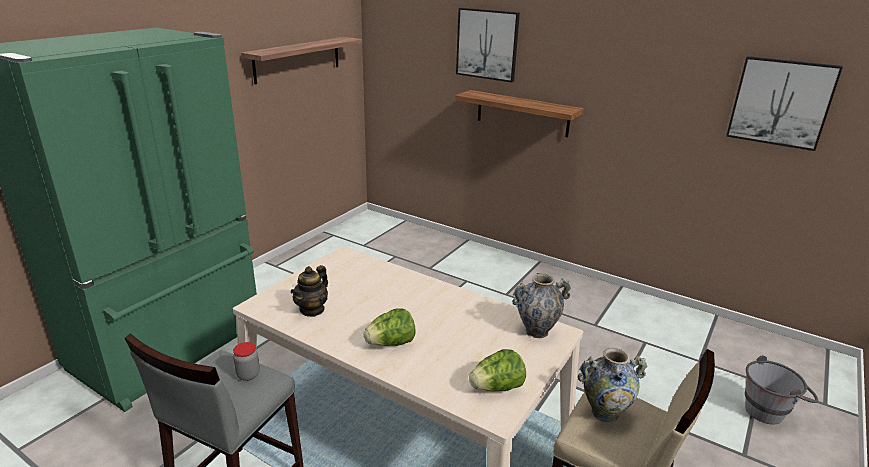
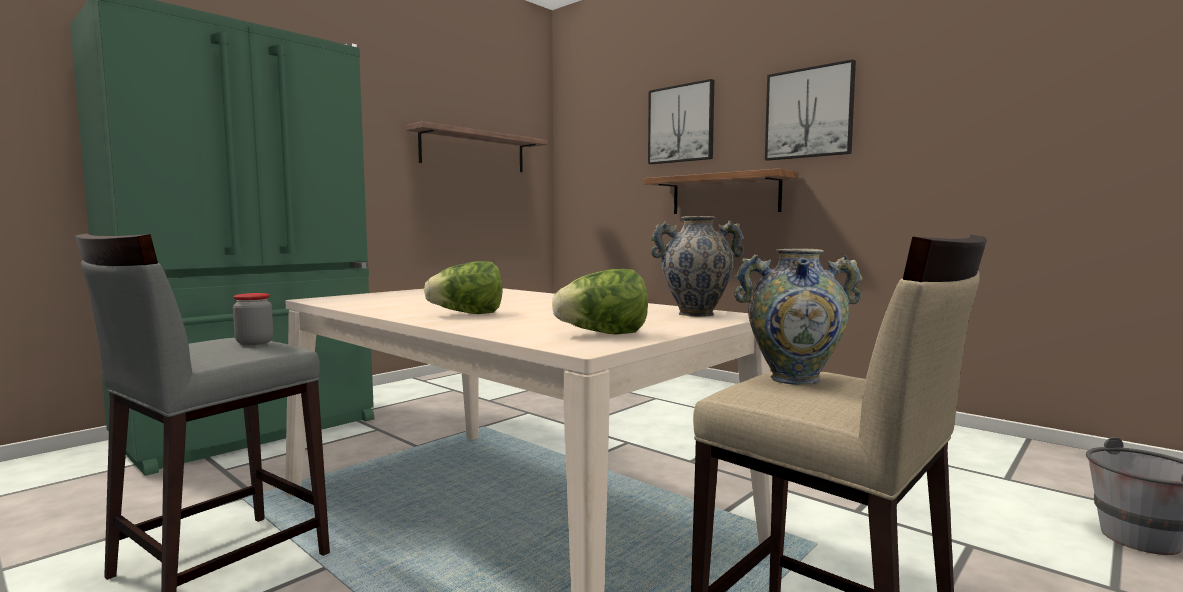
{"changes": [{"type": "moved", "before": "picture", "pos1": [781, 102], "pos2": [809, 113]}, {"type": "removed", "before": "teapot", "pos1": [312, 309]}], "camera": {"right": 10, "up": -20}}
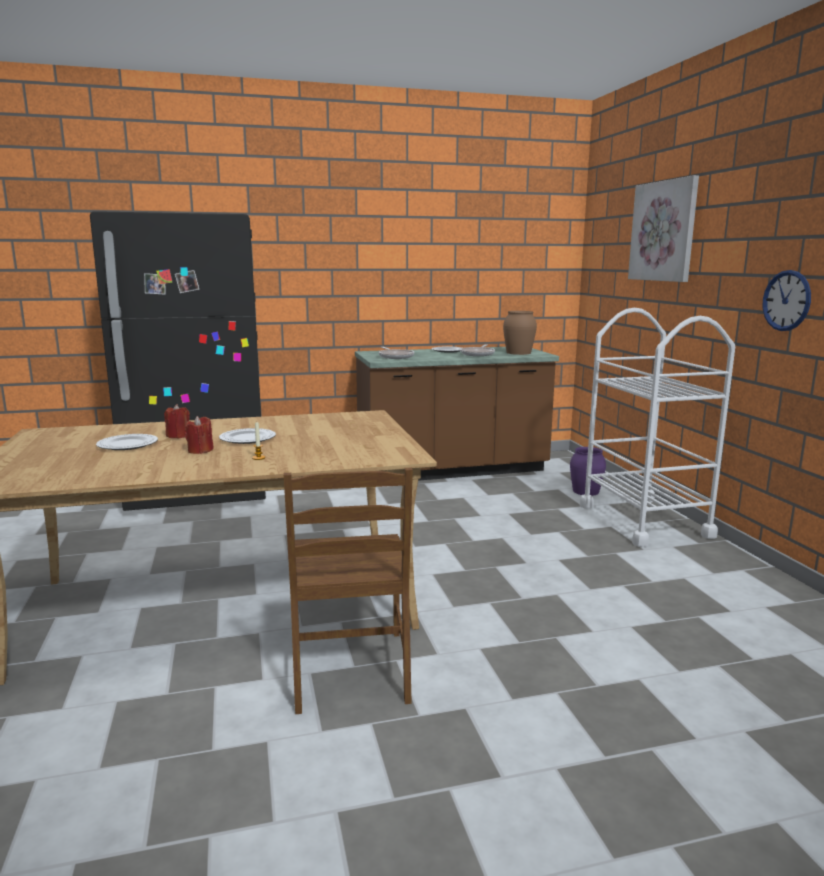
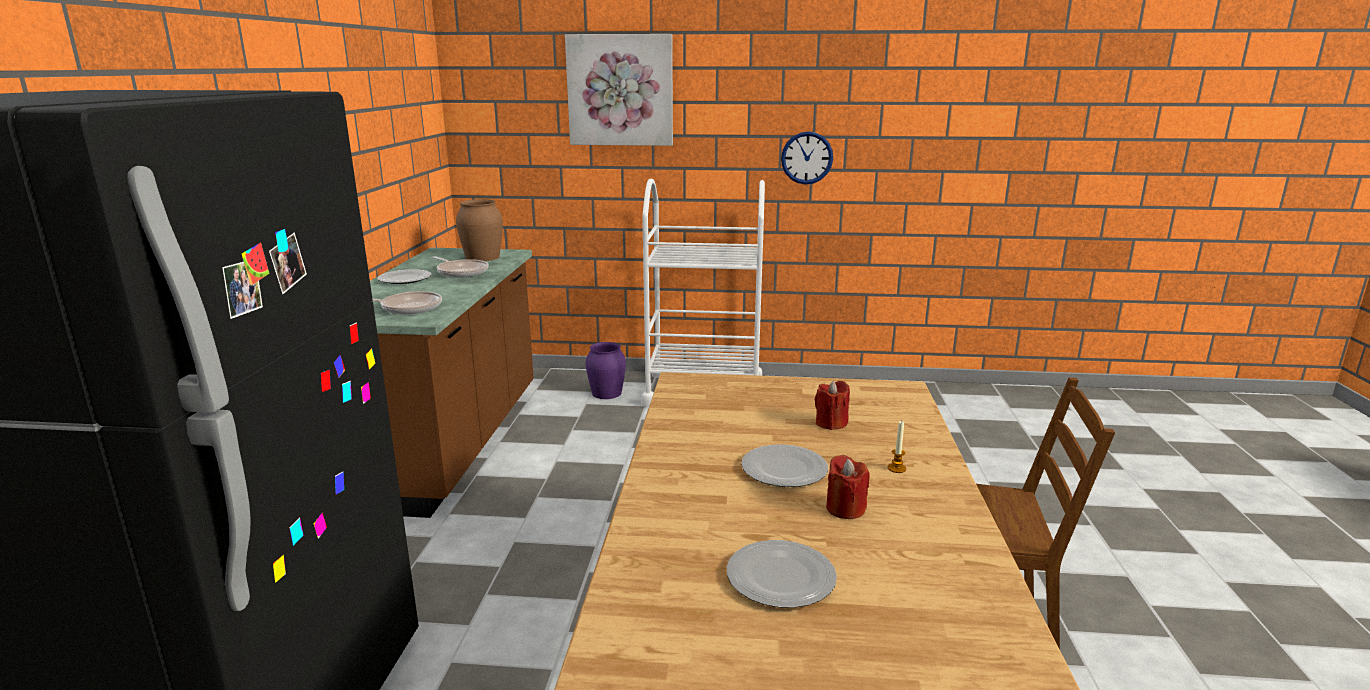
{"changes": [{"type": "moved", "before": "red candle", "pos1": [178, 436], "pos2": [831, 423]}], "camera": {"right": -70, "up": 5}}
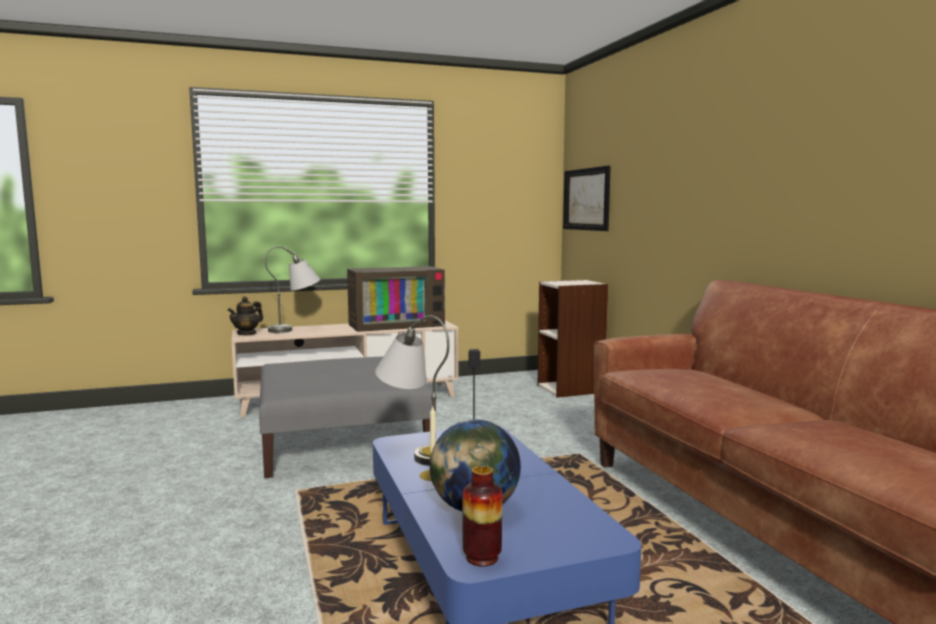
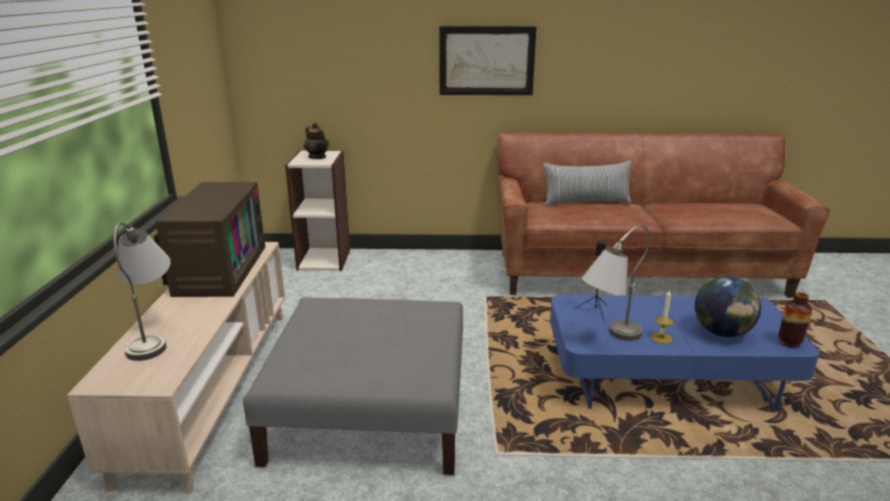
{"changes": [{"type": "moved", "before": "teapot", "pos1": [247, 333], "pos2": [317, 157]}, {"type": "moved", "before": "picture", "pos1": [586, 199], "pos2": [486, 61]}, {"type": "added", "after": "pillow", "pos2": [586, 202]}], "camera": {"right": -70, "up": 15}}
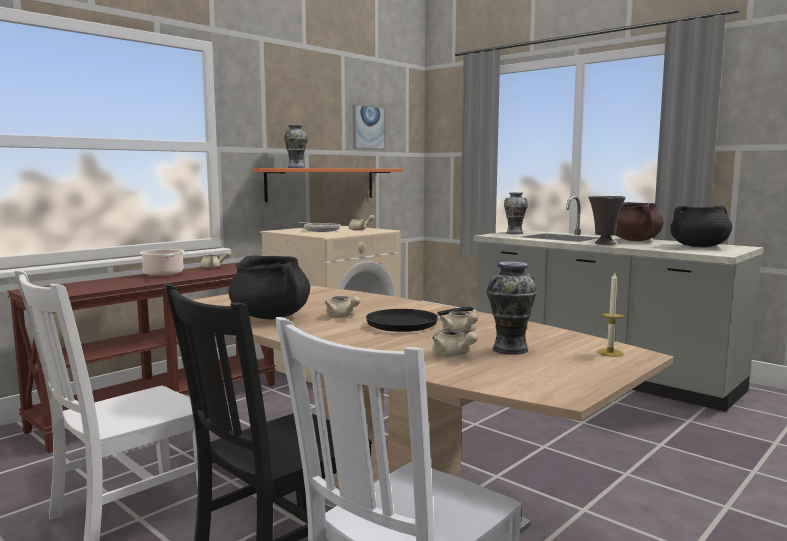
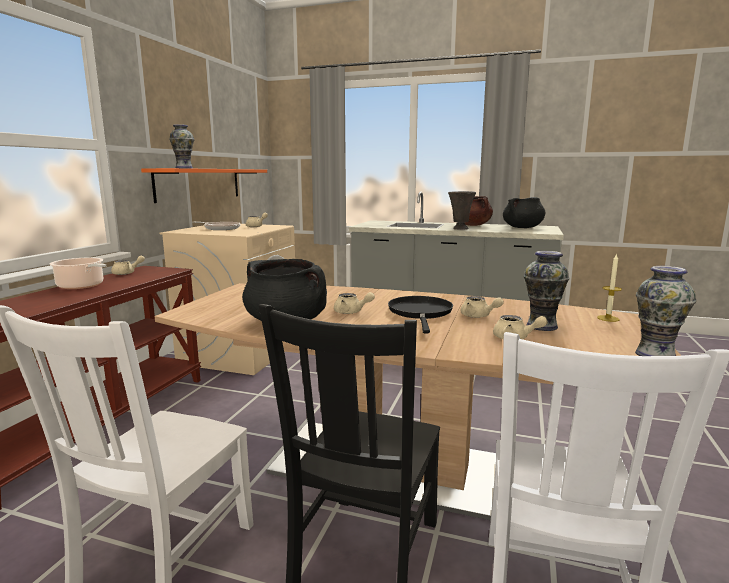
{"changes": [{"type": "turned", "before": "black frying pan", "pos1": [407, 324], "pos2": [420, 313], "turn": 150}, {"type": "moved", "before": "vase", "pos1": [514, 233], "pos2": [655, 354]}, {"type": "removed", "before": "picture", "pos1": [368, 127]}], "camera": {"right": -25, "up": 5}}
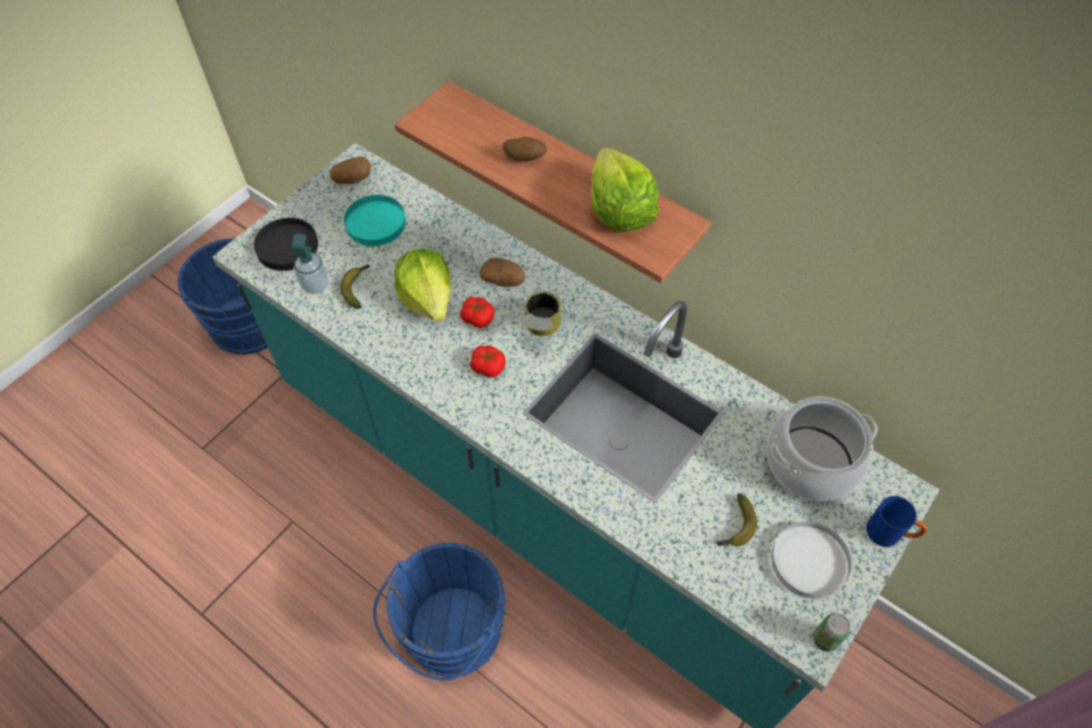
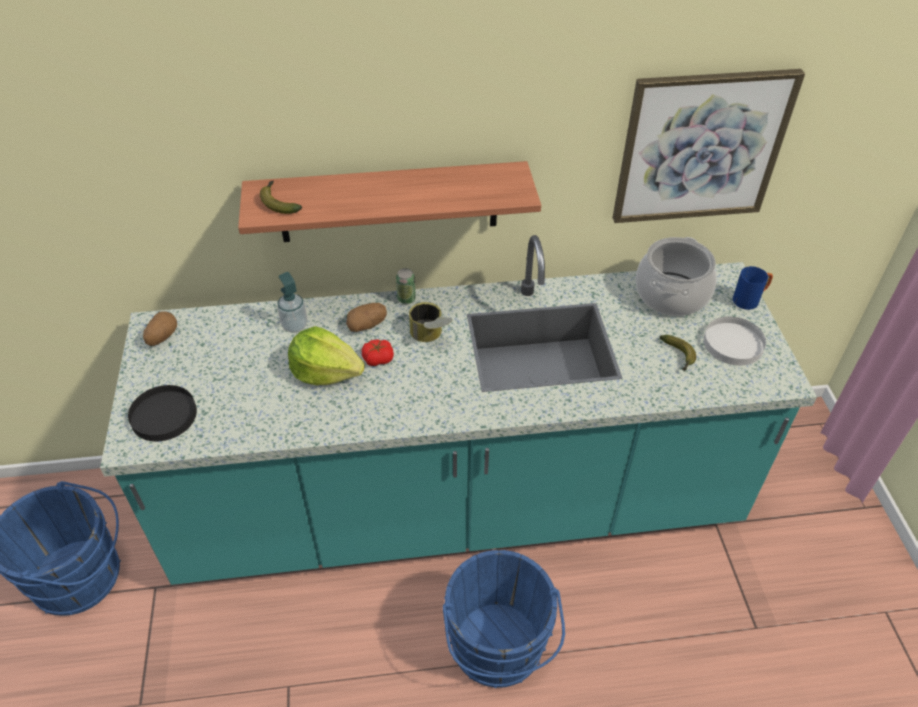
{"changes": [{"type": "moved", "before": "banana", "pos1": [357, 288], "pos2": [278, 202]}, {"type": "moved", "before": "soap dispenser", "pos1": [315, 285], "pos2": [294, 325]}, {"type": "moved", "before": "can", "pos1": [825, 639], "pos2": [406, 299]}, {"type": "added", "after": "picture", "pos2": [701, 147]}, {"type": "removed", "before": "turquoise plate", "pos1": [376, 223]}, {"type": "removed", "before": "tomato", "pos1": [488, 366]}, {"type": "removed", "before": "potato", "pos1": [525, 158]}, {"type": "removed", "before": "lettuce", "pos1": [619, 210]}], "camera": {"right": -45, "up": -10}}
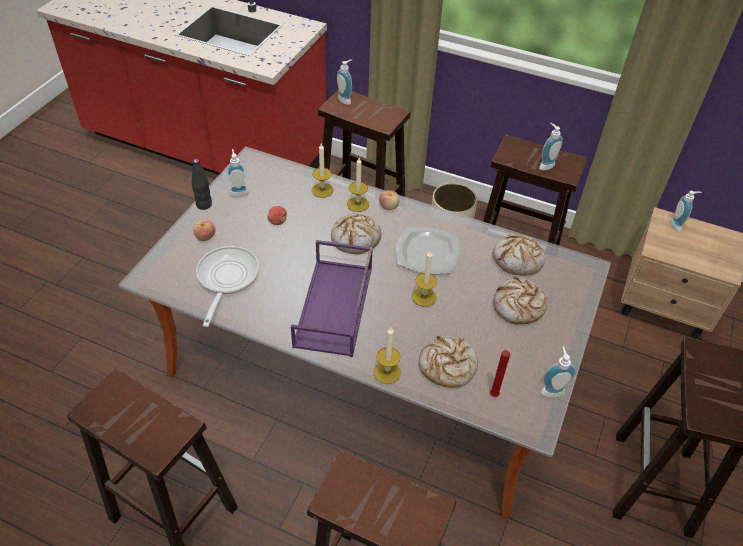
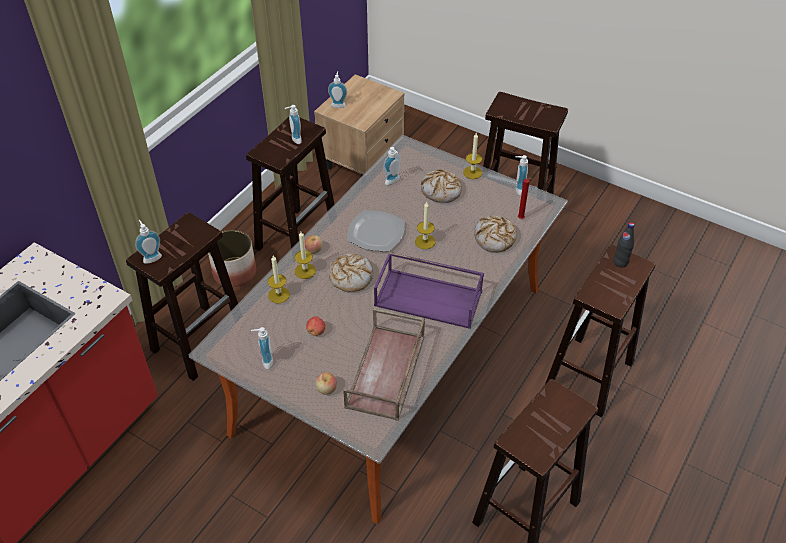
{"changes": [{"type": "replaced", "before": "frying pan", "after": "brown tray", "pos1": [226, 279], "pos2": [386, 372]}, {"type": "replaced", "before": "bread", "after": "soap dispenser", "pos1": [518, 260], "pos2": [393, 182]}, {"type": "moved", "before": "candle", "pos1": [387, 372], "pos2": [472, 172]}, {"type": "moved", "before": "black bottle", "pos1": [204, 205], "pos2": [620, 262]}], "camera": {"right": -80, "up": 0}}
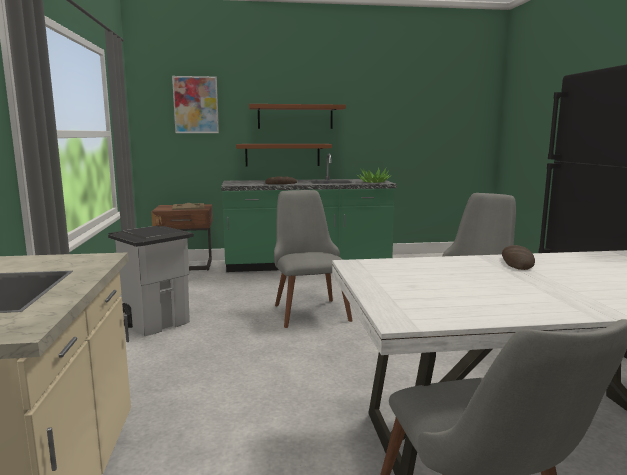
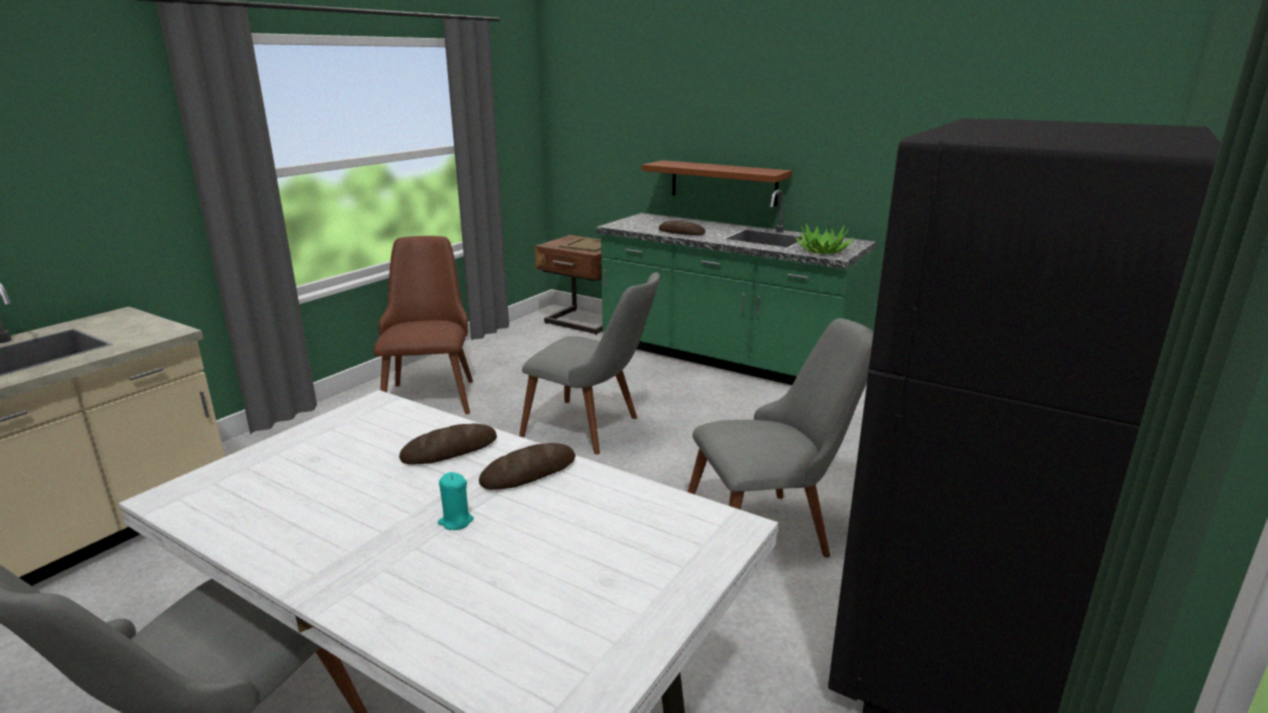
{"changes": [{"type": "replaced", "before": "grey trash can", "after": "brown chair", "pos1": [156, 323], "pos2": [431, 392]}, {"type": "added", "after": "bread", "pos2": [449, 450]}, {"type": "added", "after": "turquoise candle", "pos2": [456, 521]}, {"type": "turned", "before": "grey chair", "pos1": [308, 309], "pos2": [594, 429], "turn": 90}, {"type": "removed", "before": "picture", "pos1": [196, 105]}, {"type": "removed", "before": "brown shelf", "pos1": [295, 117]}], "camera": {"right": 40, "up": 10}}
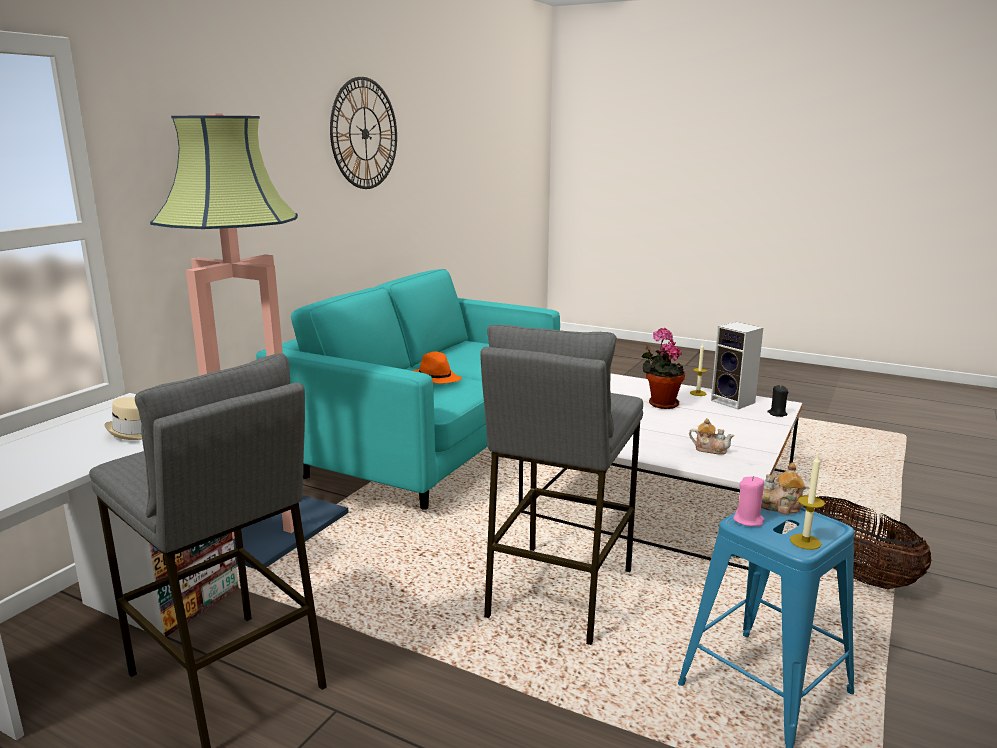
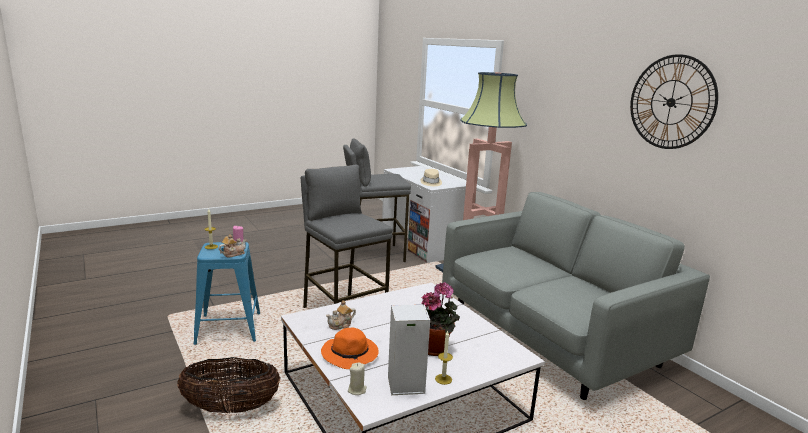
{"changes": [{"type": "moved", "before": "orange hat", "pos1": [434, 379], "pos2": [351, 354]}, {"type": "recoloured", "before": "black candle", "after": "beige candle", "pos1": [777, 413], "pos2": [357, 390]}, {"type": "recoloured", "before": "turquoise sofa", "after": "grey sofa", "pos1": [429, 449], "pos2": [550, 336]}], "camera": {"right": 120, "up": 0}}
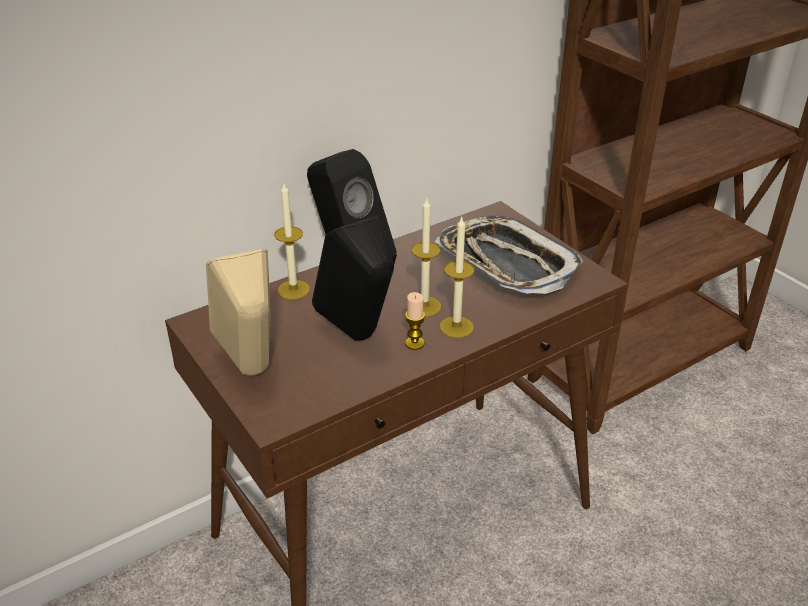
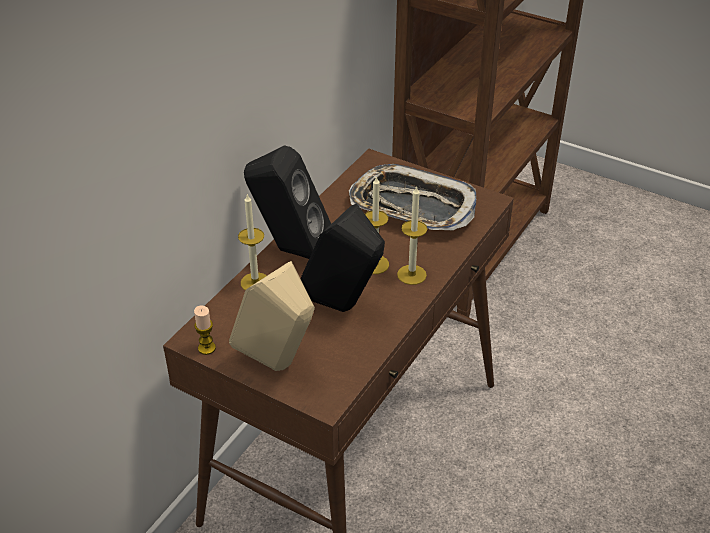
{"changes": [{"type": "moved", "before": "candle", "pos1": [414, 343], "pos2": [206, 348]}], "camera": {"right": -25, "up": 5}}
